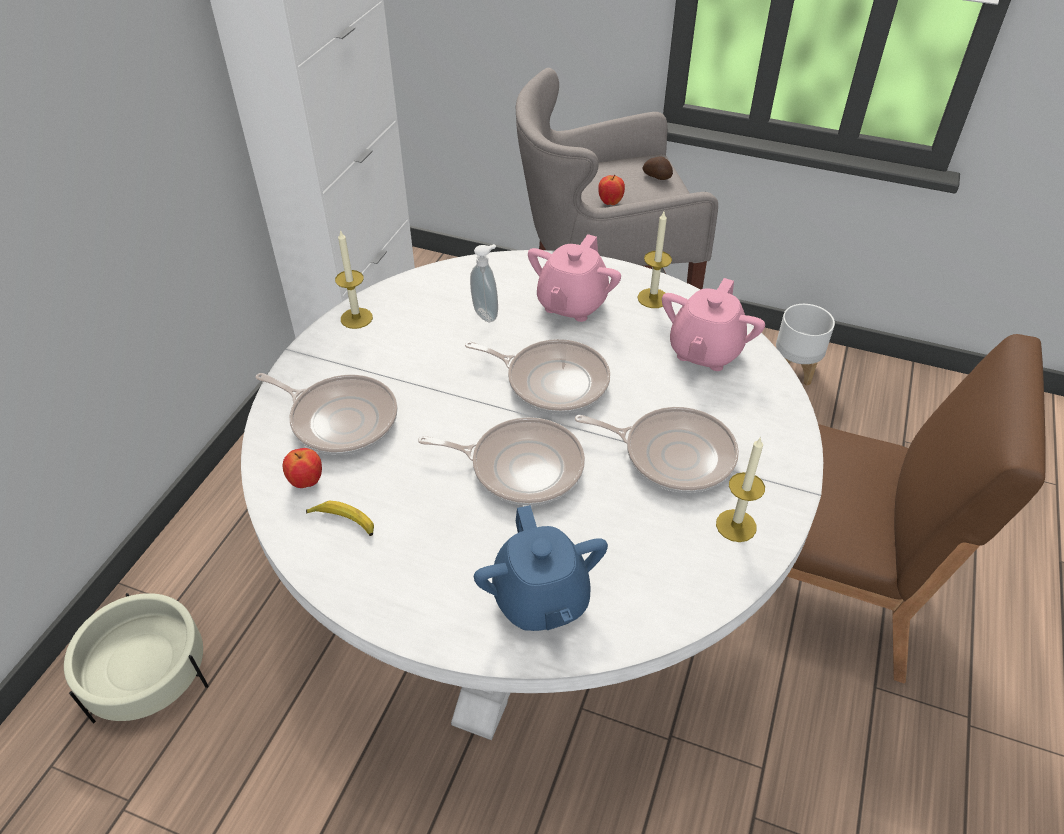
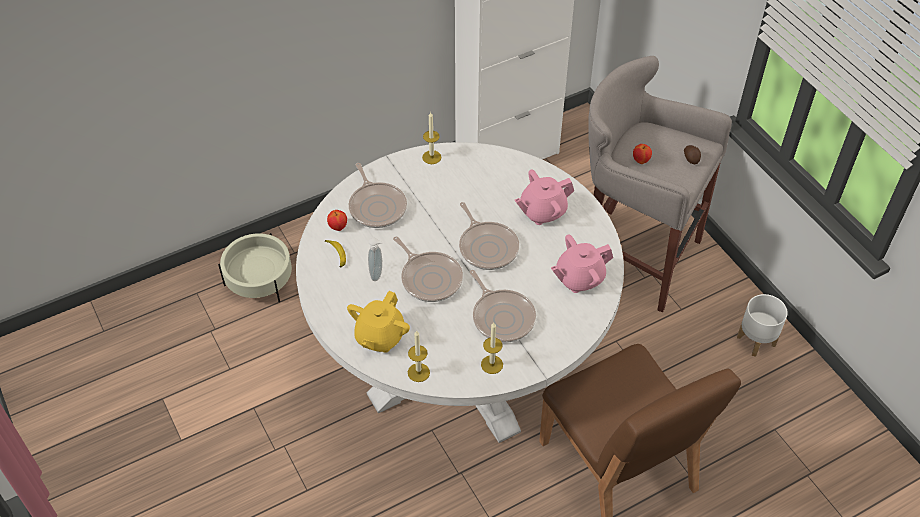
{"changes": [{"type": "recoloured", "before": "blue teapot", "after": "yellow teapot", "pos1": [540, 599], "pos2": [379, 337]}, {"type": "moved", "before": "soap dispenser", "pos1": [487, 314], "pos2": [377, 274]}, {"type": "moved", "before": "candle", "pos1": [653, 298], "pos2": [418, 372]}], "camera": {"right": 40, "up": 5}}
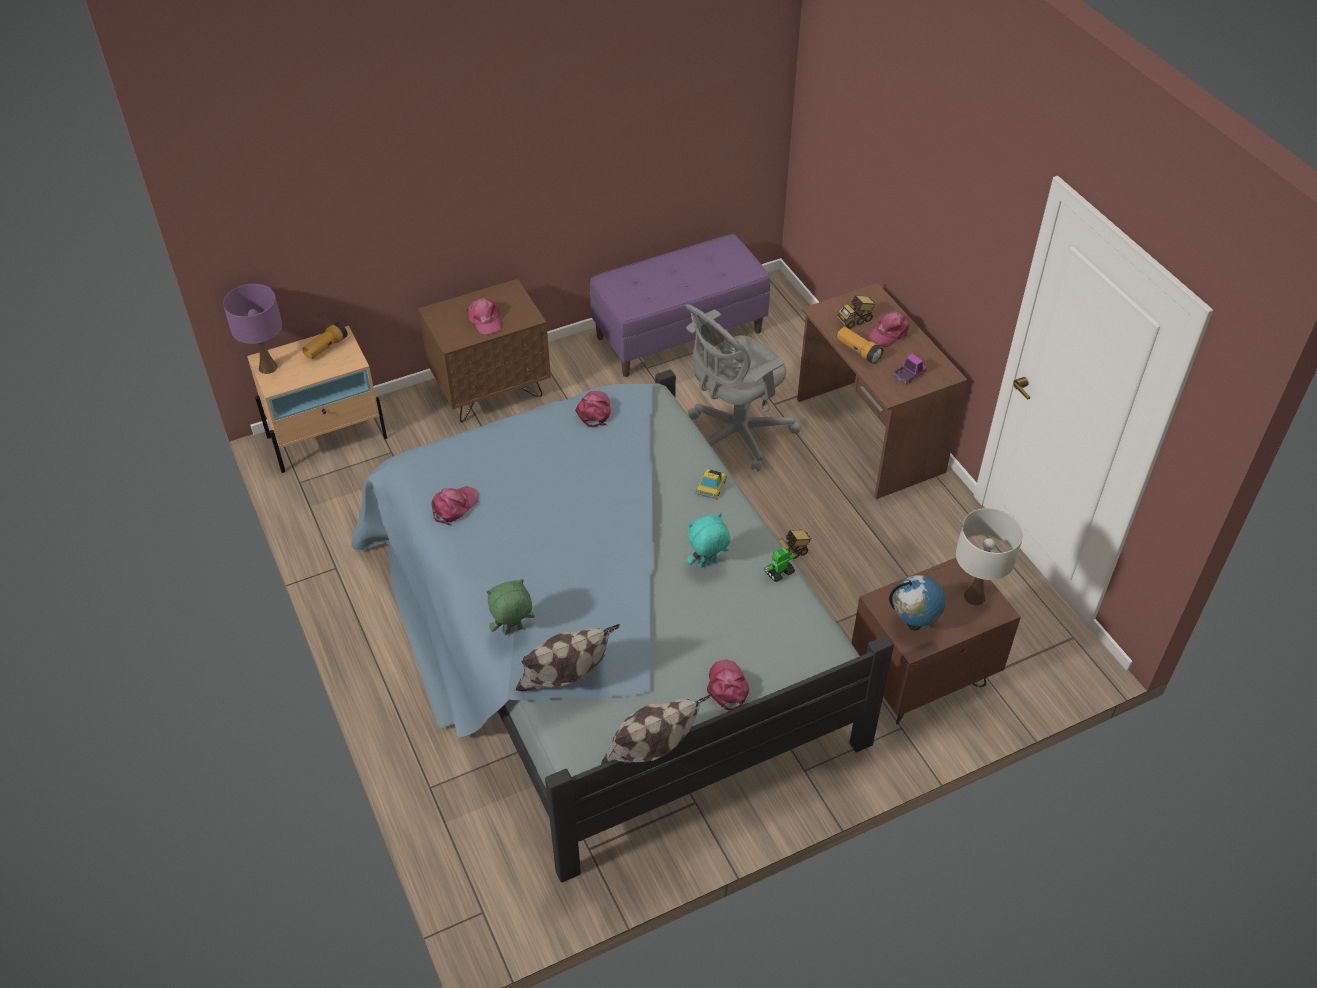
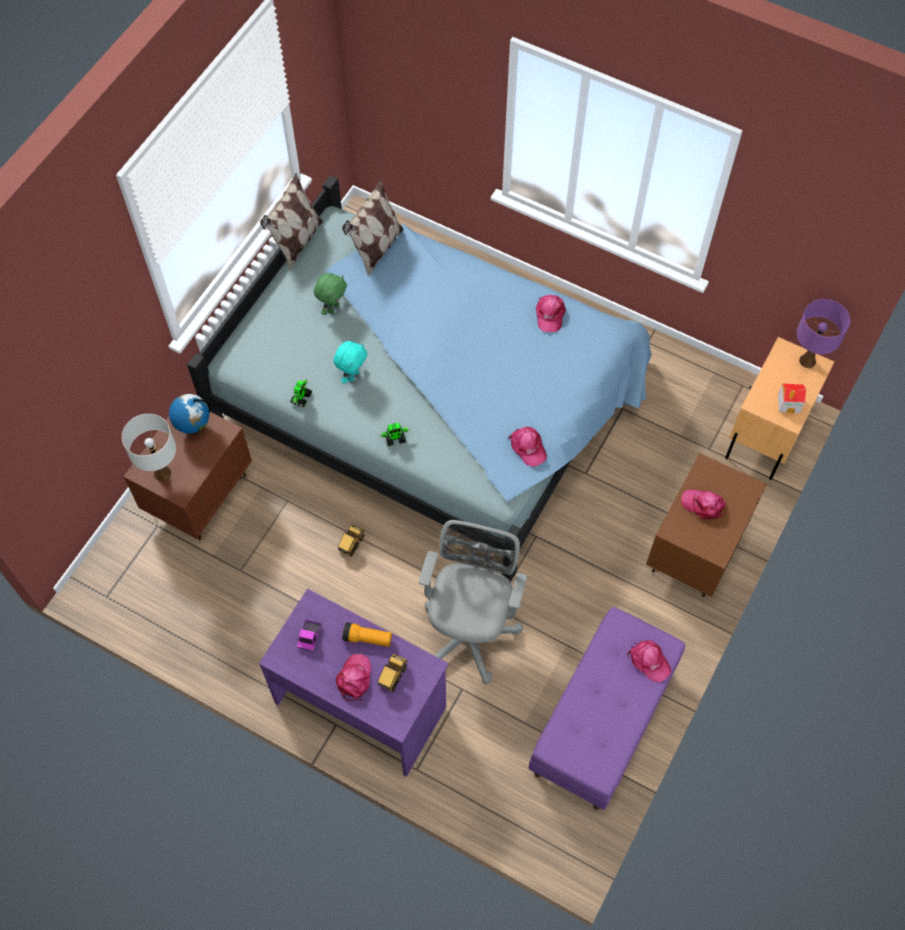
{"changes": [{"type": "recoloured", "before": "brown desk", "after": "purple desk", "pos1": [868, 436], "pos2": [361, 703]}, {"type": "moved", "before": "green plush toy", "pos1": [513, 631], "pos2": [333, 308]}, {"type": "replaced", "before": "toy car", "after": "toy robot", "pos1": [711, 485], "pos2": [395, 438]}, {"type": "moved", "before": "pink cap", "pos1": [727, 687], "pos2": [649, 661]}, {"type": "replaced", "before": "flashlight", "after": "toy house", "pos1": [326, 347], "pos2": [789, 403]}], "camera": {"right": 145, "up": 15}}
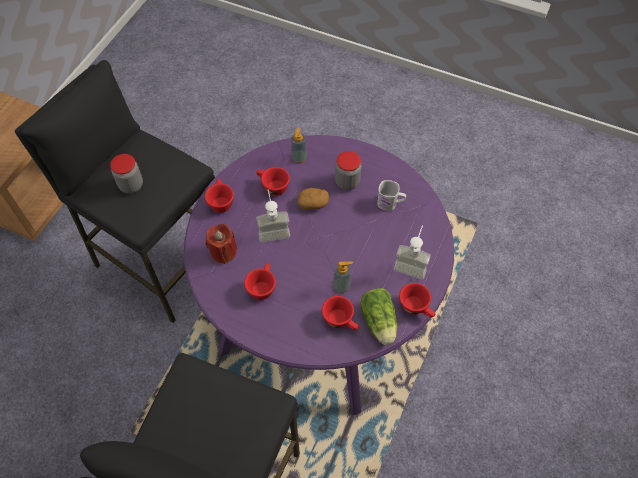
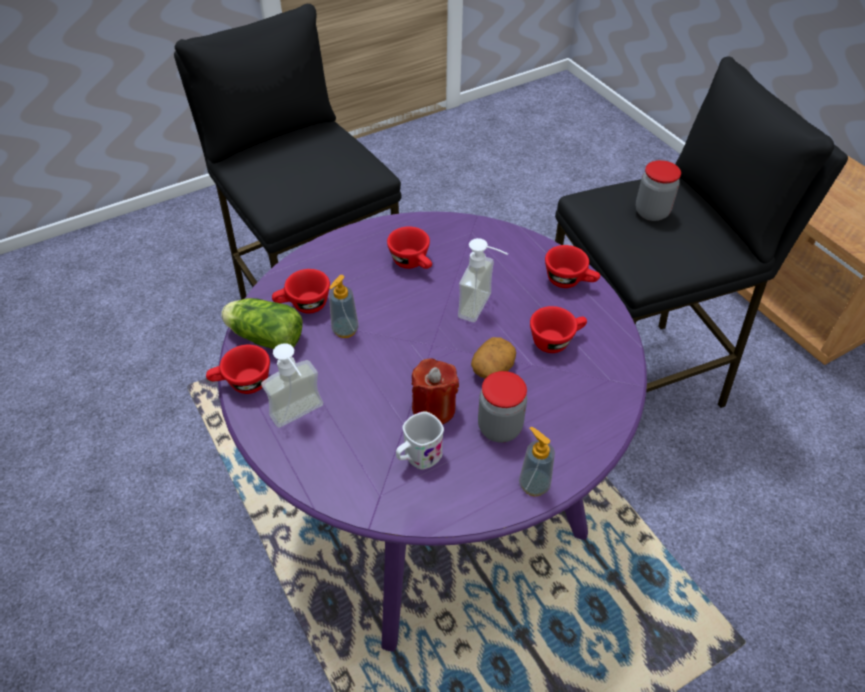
{"changes": [{"type": "moved", "before": "red candle", "pos1": [223, 251], "pos2": [434, 408]}, {"type": "moved", "before": "soap dispenser", "pos1": [299, 158], "pos2": [534, 484]}], "camera": {"right": 125, "up": -10}}
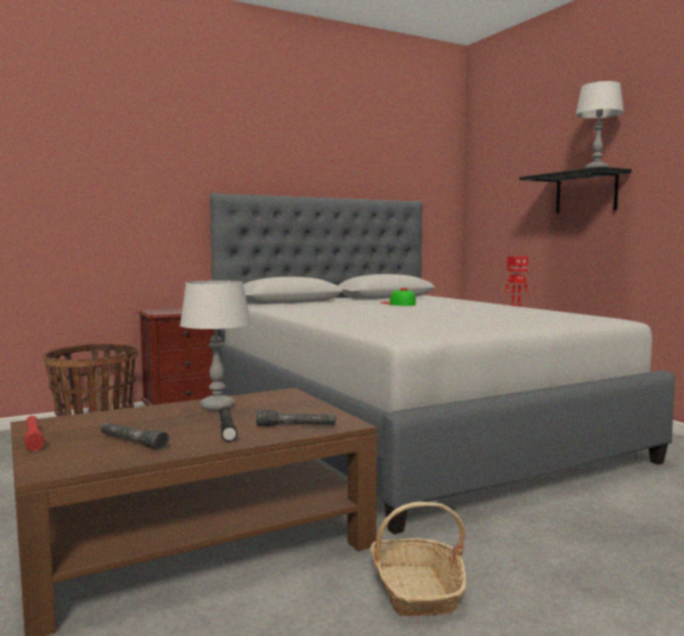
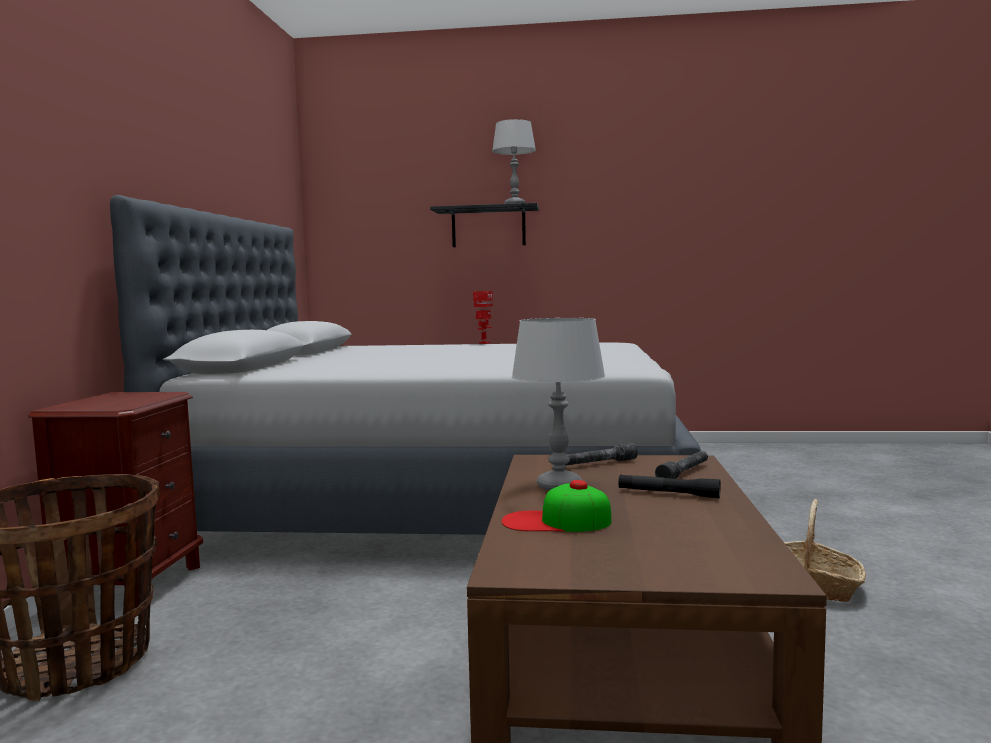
{"changes": [{"type": "moved", "before": "cap", "pos1": [398, 303], "pos2": [556, 521]}, {"type": "moved", "before": "grey flashlight", "pos1": [132, 442], "pos2": [597, 464]}, {"type": "removed", "before": "red flashlight", "pos1": [33, 438]}], "camera": {"right": -55, "up": 0}}
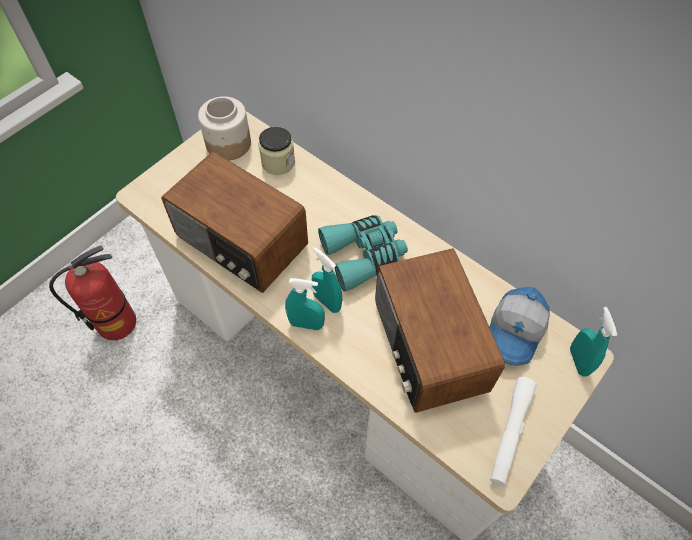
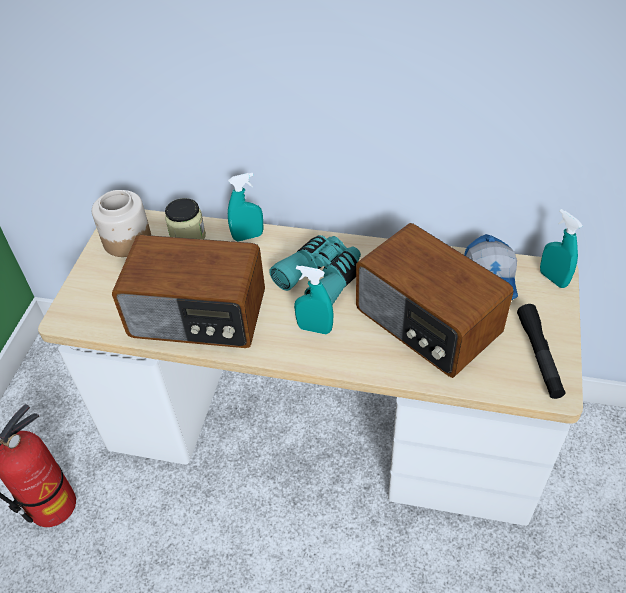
{"changes": [{"type": "moved", "before": "turquoise spray bottle", "pos1": [306, 324], "pos2": [248, 236]}, {"type": "recoloured", "before": "white flashlight", "after": "black flashlight", "pos1": [510, 433], "pos2": [539, 356]}], "camera": {"right": -25, "up": -10}}
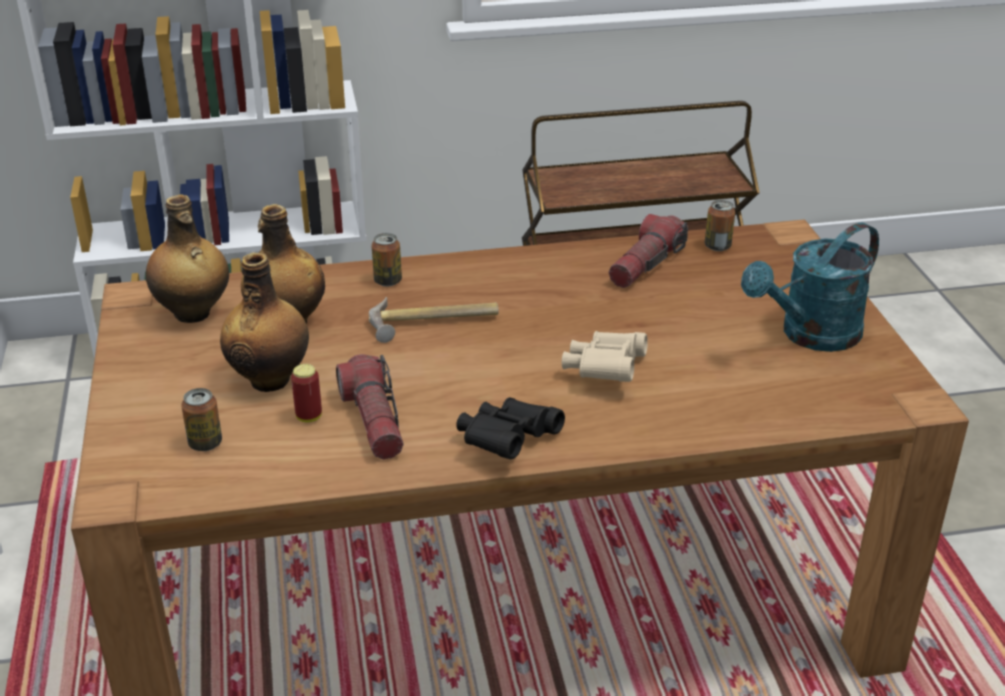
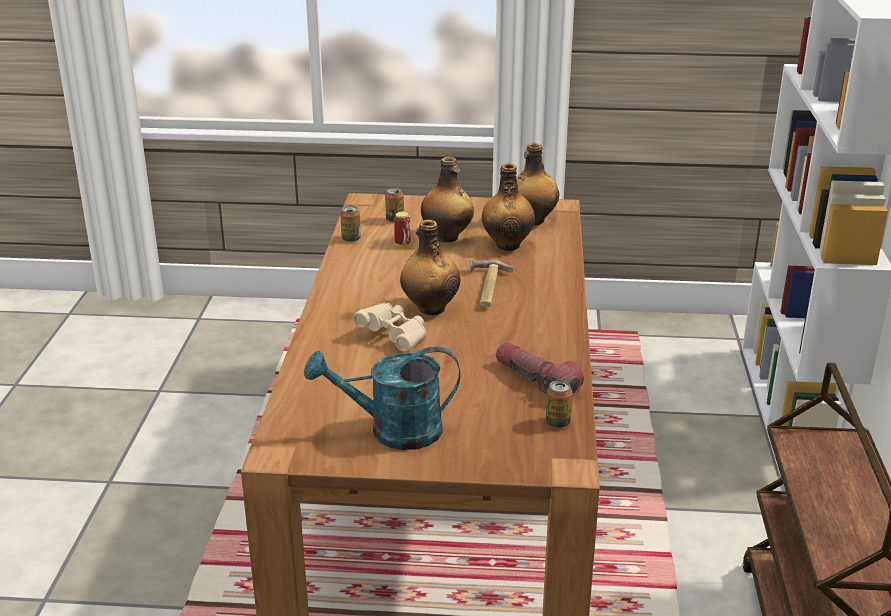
{"changes": [{"type": "turned", "before": "turquoise watering can", "pos1": [810, 336], "pos2": [392, 431], "turn": -75}, {"type": "moved", "before": "can", "pos1": [387, 281], "pos2": [351, 239]}, {"type": "added", "after": "bottle", "pos2": [430, 308]}, {"type": "removed", "before": "flashlight", "pos1": [373, 420]}, {"type": "removed", "before": "black binoculars", "pos1": [507, 442]}], "camera": {"right": 105, "up": -5}}
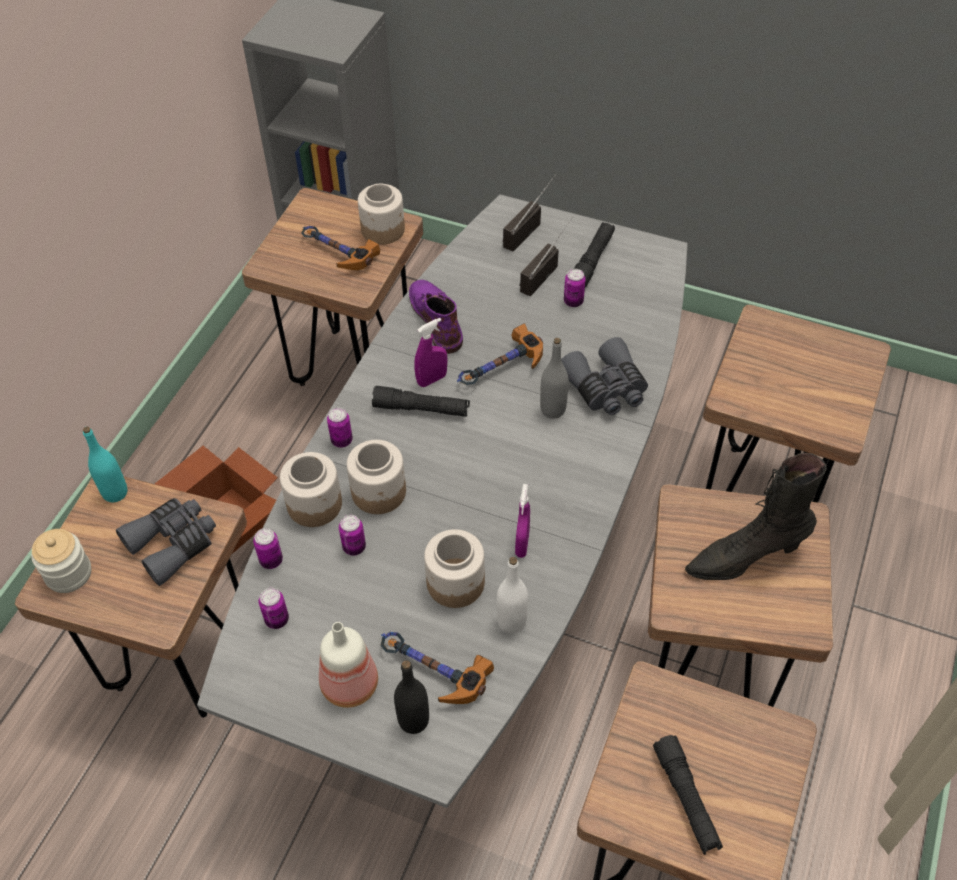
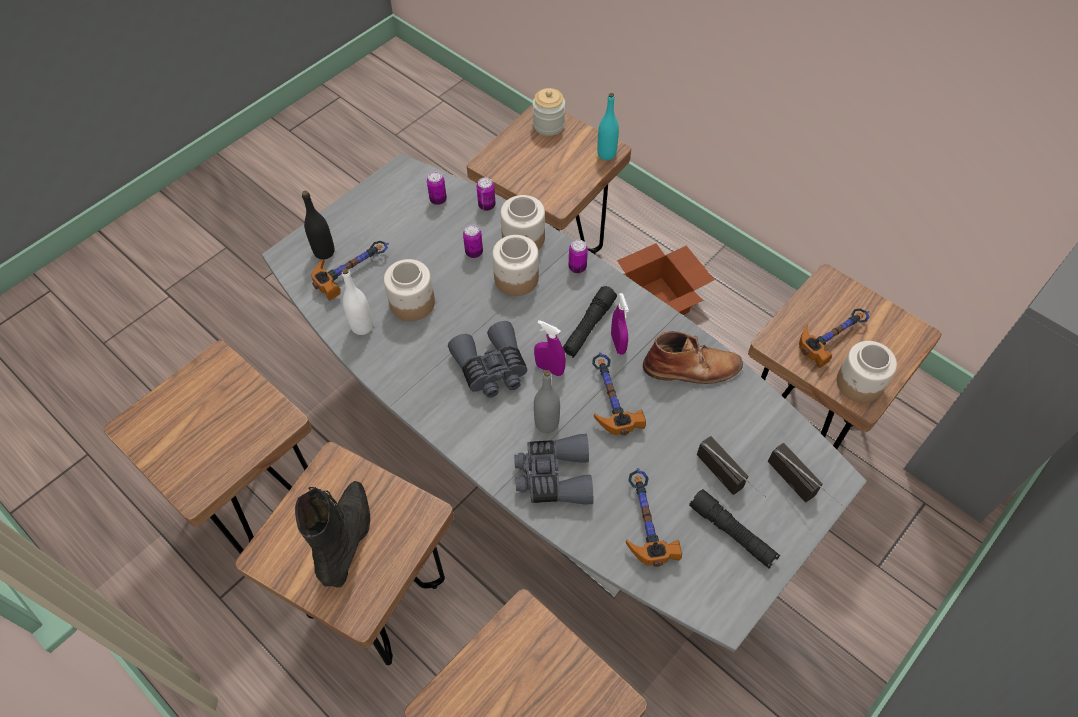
{"changes": [{"type": "moved", "before": "grey binoculars", "pos1": [173, 543], "pos2": [491, 368]}, {"type": "moved", "before": "purple spray bottle", "pos1": [522, 544], "pos2": [549, 369]}, {"type": "added", "after": "hammer", "pos2": [644, 520]}, {"type": "recoloured", "before": "purple boot", "after": "brown boot", "pos1": [436, 318], "pos2": [693, 368]}, {"type": "removed", "before": "bottle", "pos1": [349, 686]}, {"type": "removed", "before": "can", "pos1": [573, 301]}, {"type": "removed", "before": "black flashlight", "pos1": [686, 798]}], "camera": {"right": 110, "up": 5}}
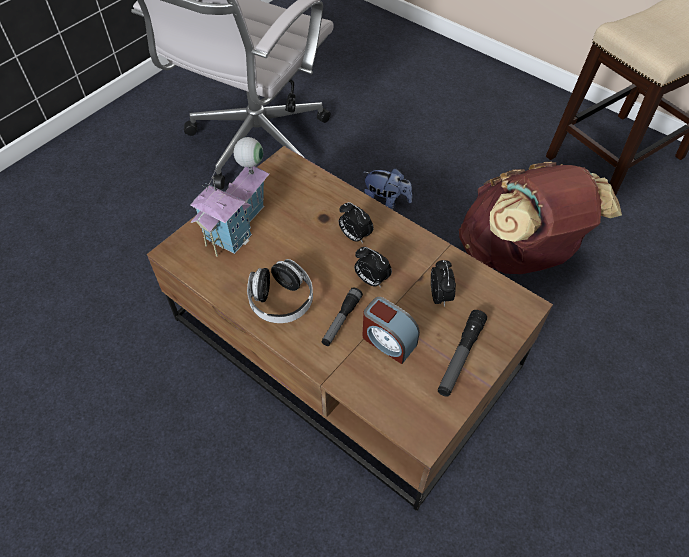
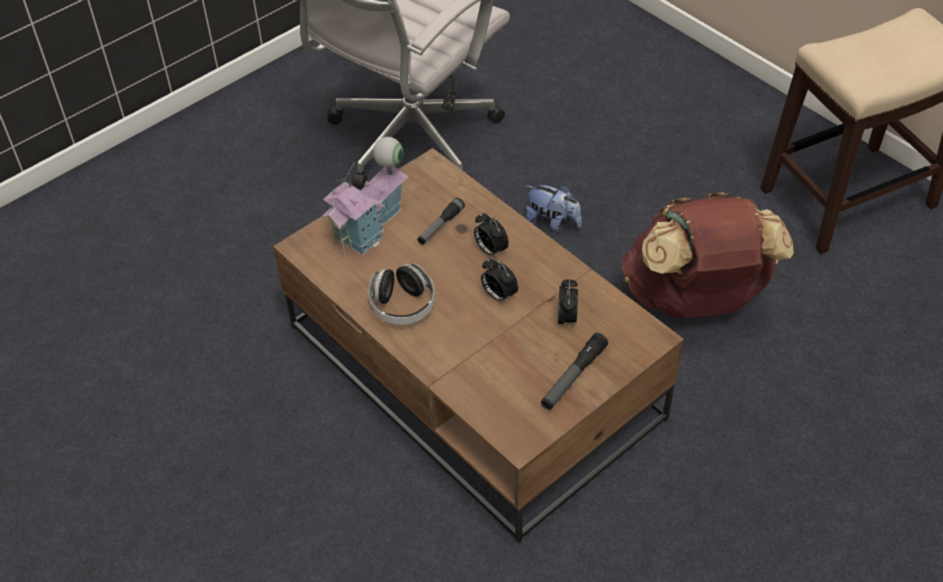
{"changes": [{"type": "moved", "before": "flashlight", "pos1": [341, 320], "pos2": [440, 226]}, {"type": "removed", "before": "alarm clock", "pos1": [388, 341]}], "camera": {"right": 10, "up": -5}}
